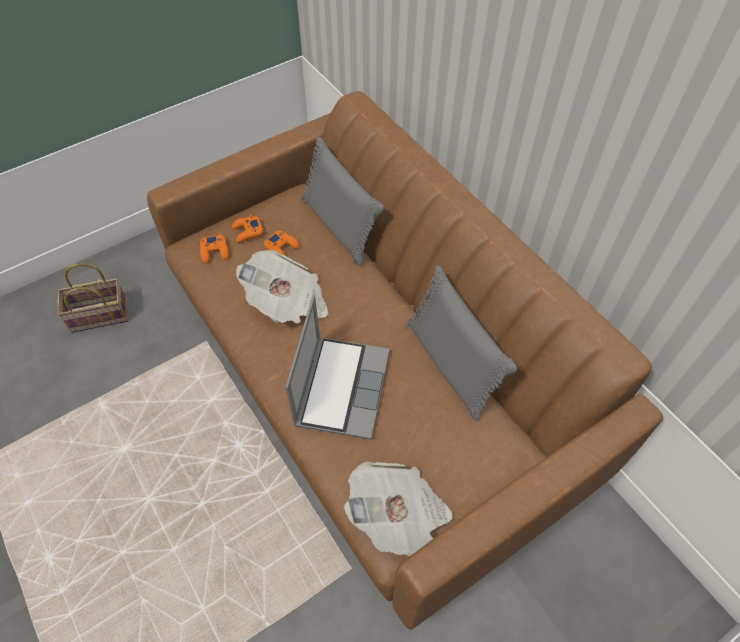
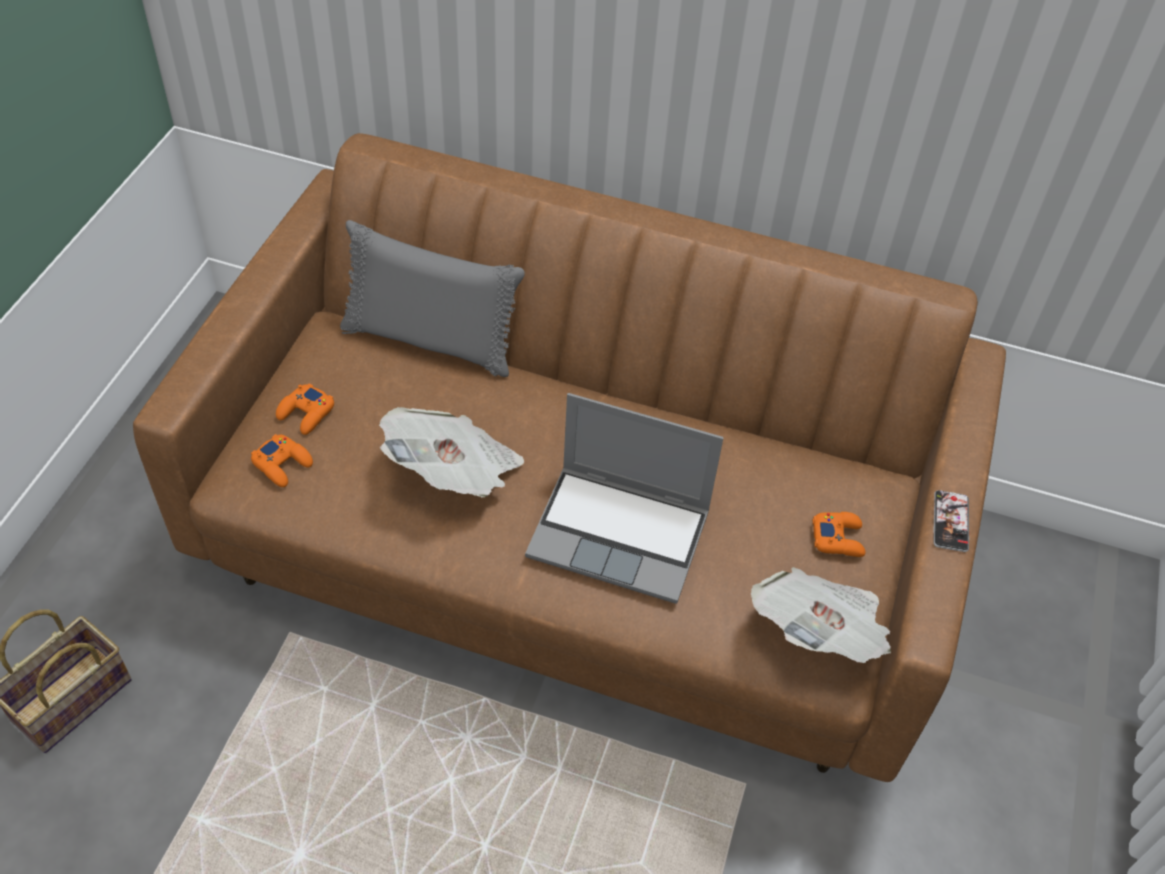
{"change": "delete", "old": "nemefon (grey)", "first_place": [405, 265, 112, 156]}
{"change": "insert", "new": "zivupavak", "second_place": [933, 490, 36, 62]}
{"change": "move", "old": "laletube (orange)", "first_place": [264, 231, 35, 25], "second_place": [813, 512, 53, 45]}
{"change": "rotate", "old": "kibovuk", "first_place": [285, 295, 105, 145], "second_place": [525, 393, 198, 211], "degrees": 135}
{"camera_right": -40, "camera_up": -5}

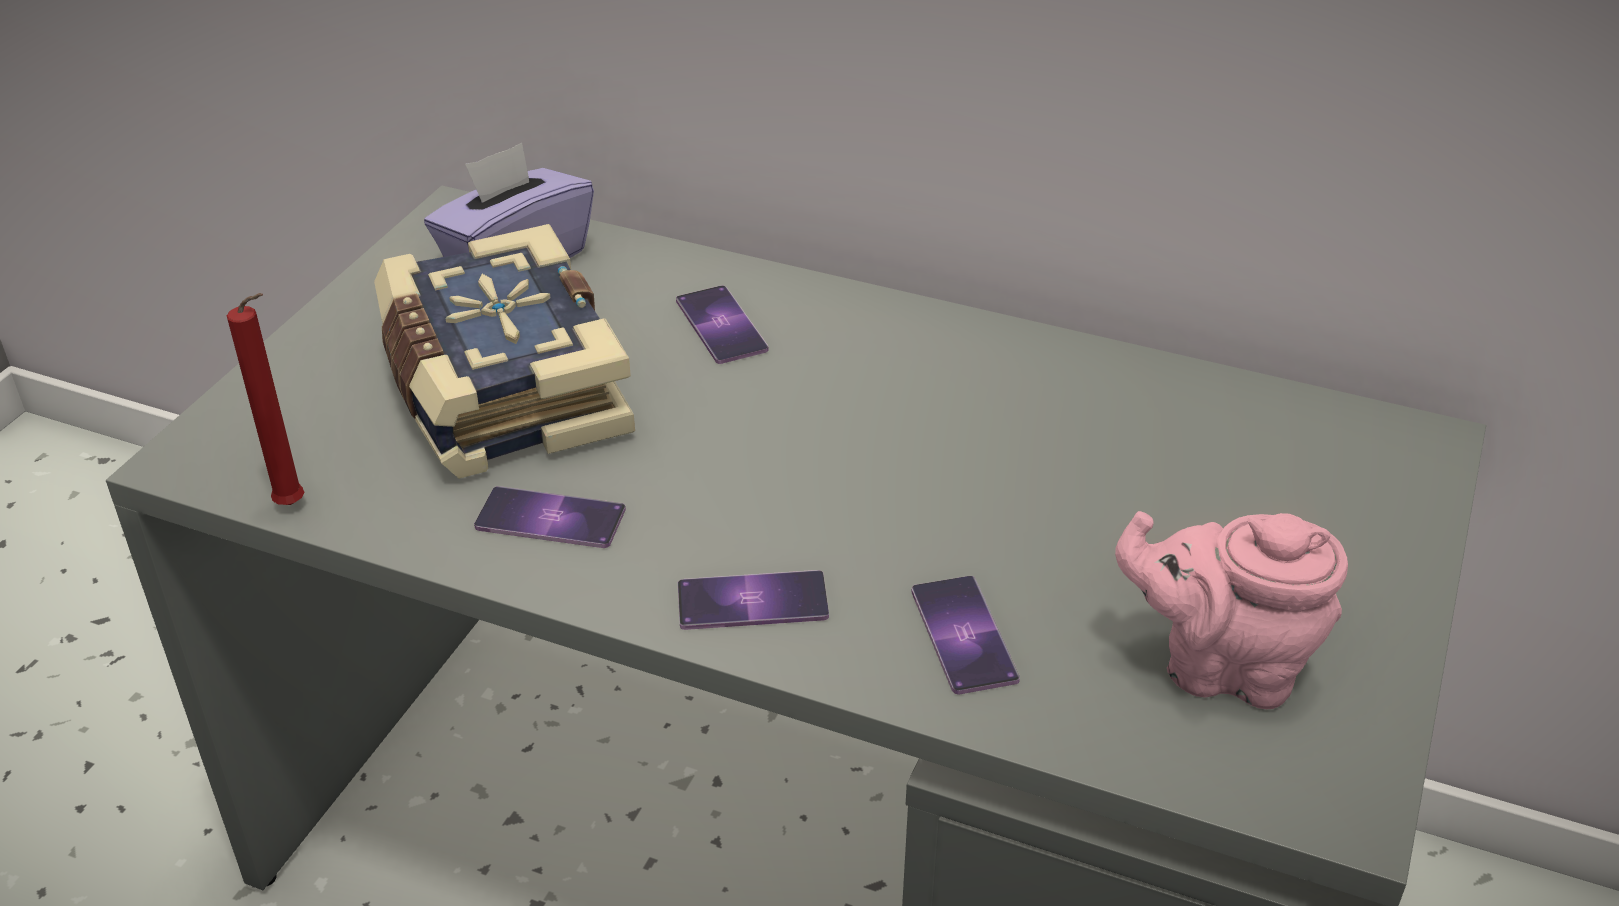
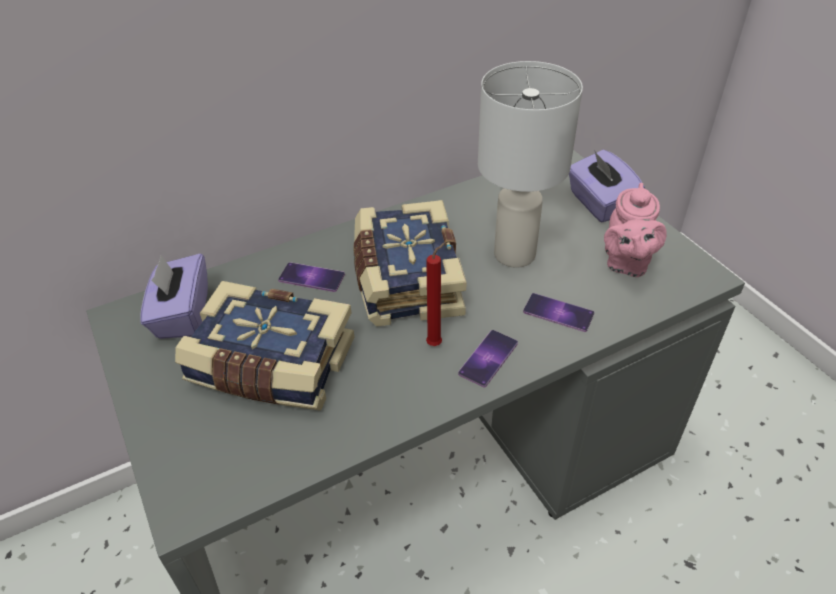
{"change": "delete", "old": "zivupavak", "first_place": [474, 486, 152, 62]}
{"change": "insert", "new": "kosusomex", "second_place": [353, 200, 114, 127]}
{"change": "insert", "new": "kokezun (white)", "second_place": [478, 61, 105, 207]}
{"change": "insert", "new": "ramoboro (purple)", "second_place": [569, 150, 76, 72]}
{"change": "move", "old": "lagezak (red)", "first_place": [227, 293, 77, 212], "second_place": [426, 242, 20, 104]}
{"change": "rotate", "old": "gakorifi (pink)", "first_place": [1115, 511, 233, 198], "second_place": [604, 183, 63, 94], "degrees": -45}
{"camera_right": -50, "camera_up": 5}

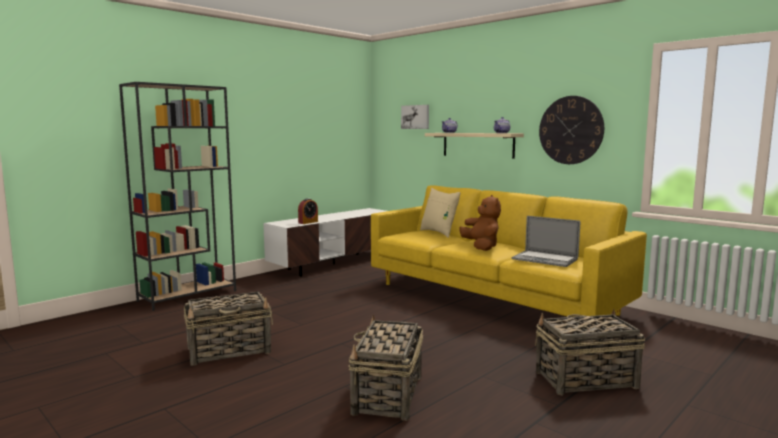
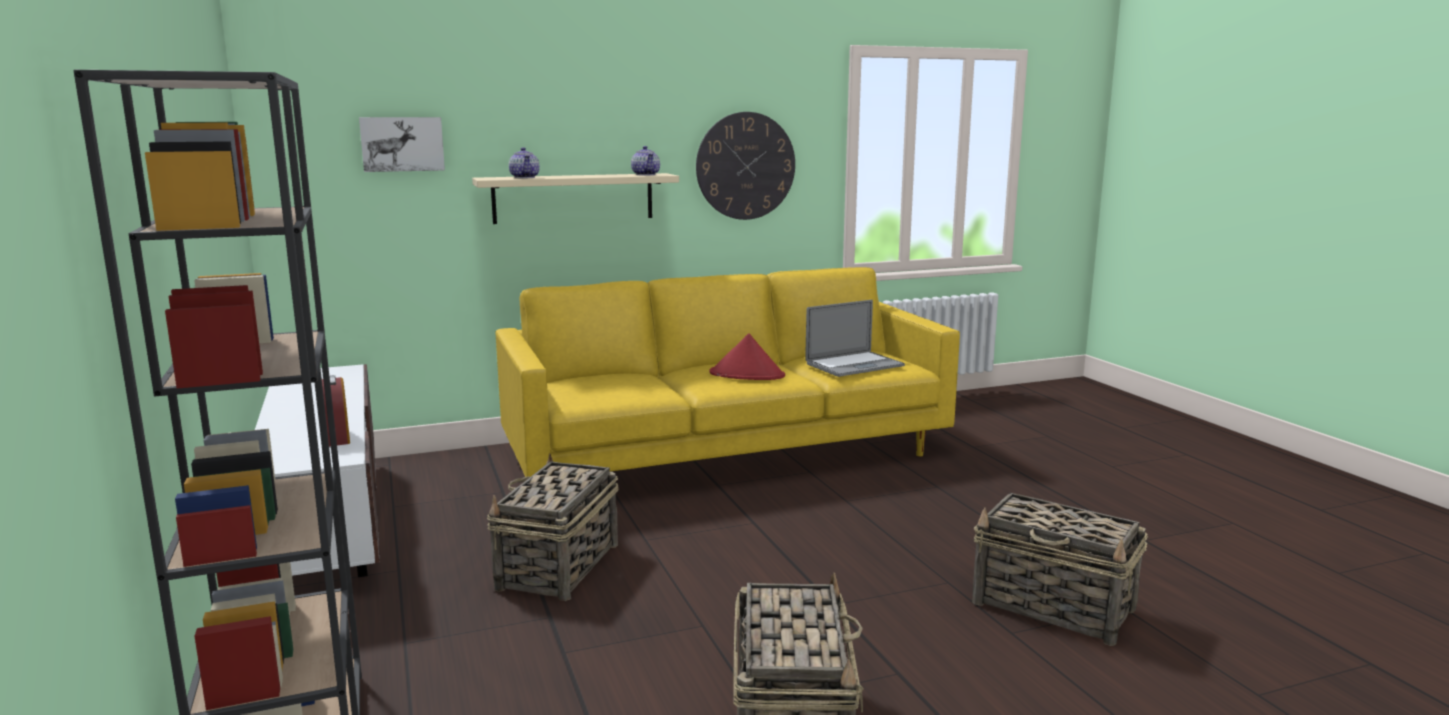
{"change": "delete", "old": "nemefon (beige)", "first_place": [420, 188, 40, 50]}
{"change": "move", "old": "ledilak", "first_place": [535, 309, 110, 87], "second_place": [487, 453, 132, 148]}
{"change": "replace", "old": "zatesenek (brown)", "new": "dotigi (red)", "first_place": [459, 195, 42, 56], "second_place": [709, 333, 76, 47]}
{"camera_right": -65, "camera_up": 5}

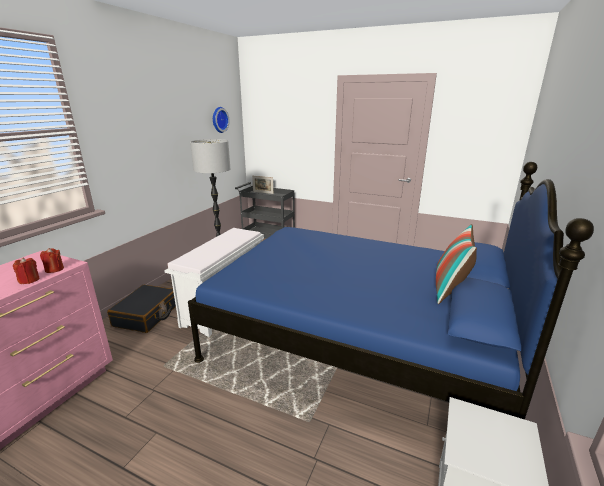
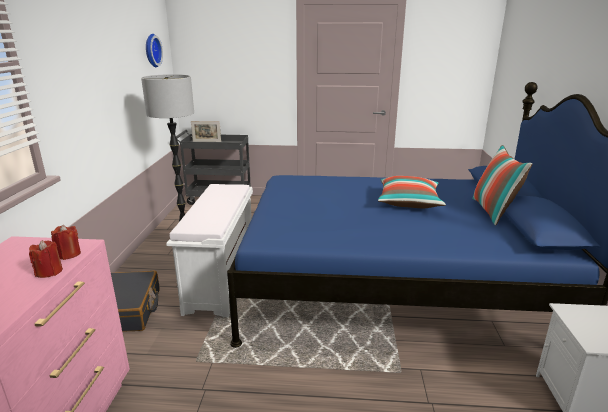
{"change": "insert", "new": "nemefon", "second_place": [378, 176, 68, 32]}
{"camera_right": -20, "camera_up": 0}

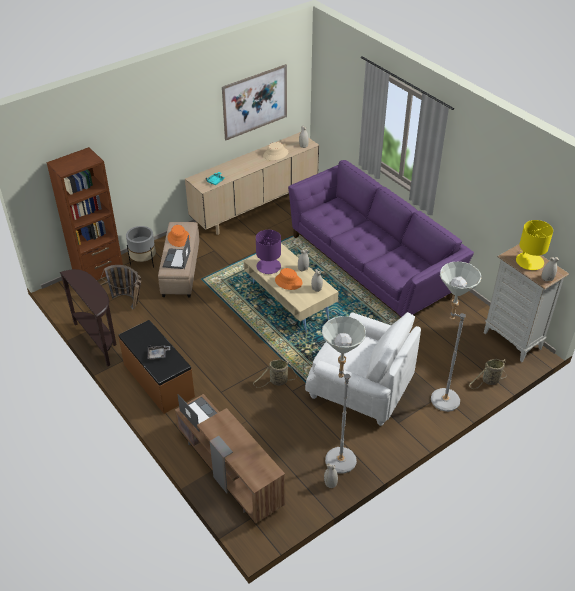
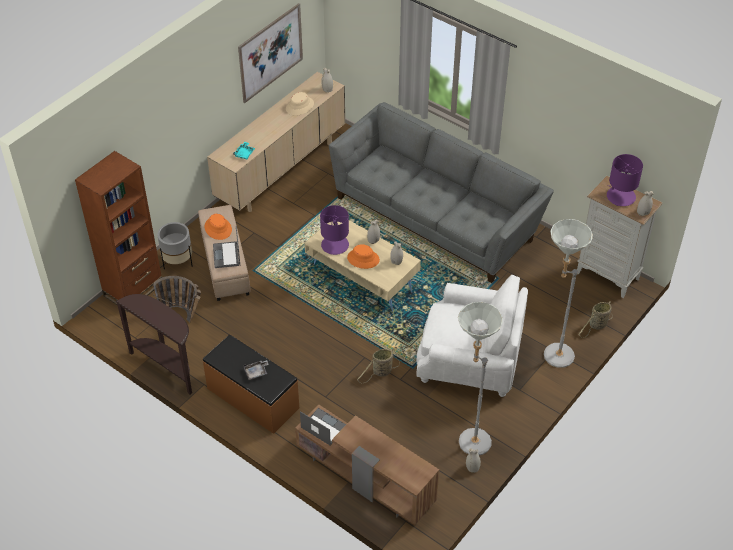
{"change": "recolor", "old": "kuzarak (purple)", "new": "kuzarak (grey)", "first_place": [288, 160, 186, 158], "second_place": [329, 102, 225, 181]}
{"change": "recolor", "old": "kokezun (yellow)", "new": "kokezun (purple)", "first_place": [516, 220, 37, 50], "second_place": [607, 154, 36, 52]}
{"camera_right": -15, "camera_up": 5}

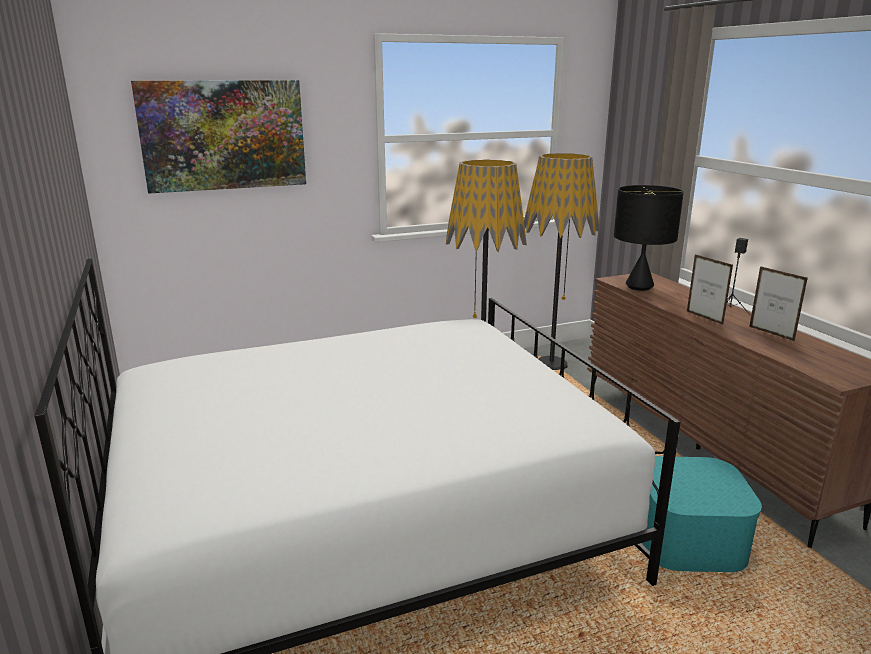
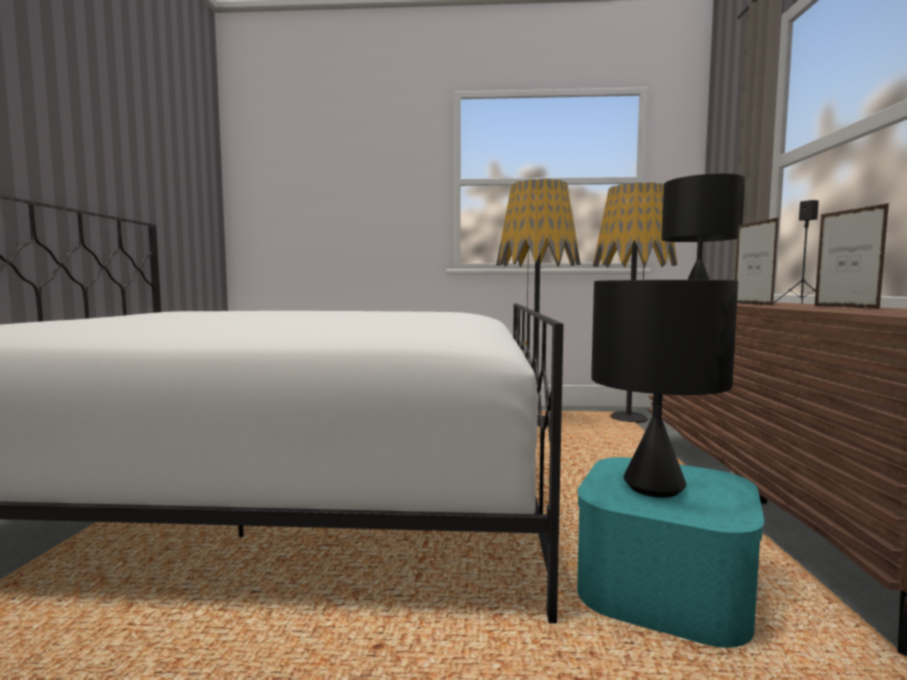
{"change": "delete", "old": "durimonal", "first_place": [131, 80, 175, 114]}
{"change": "insert", "new": "kokezun (black)", "second_place": [591, 280, 147, 218]}
{"camera_right": 25, "camera_up": -15}

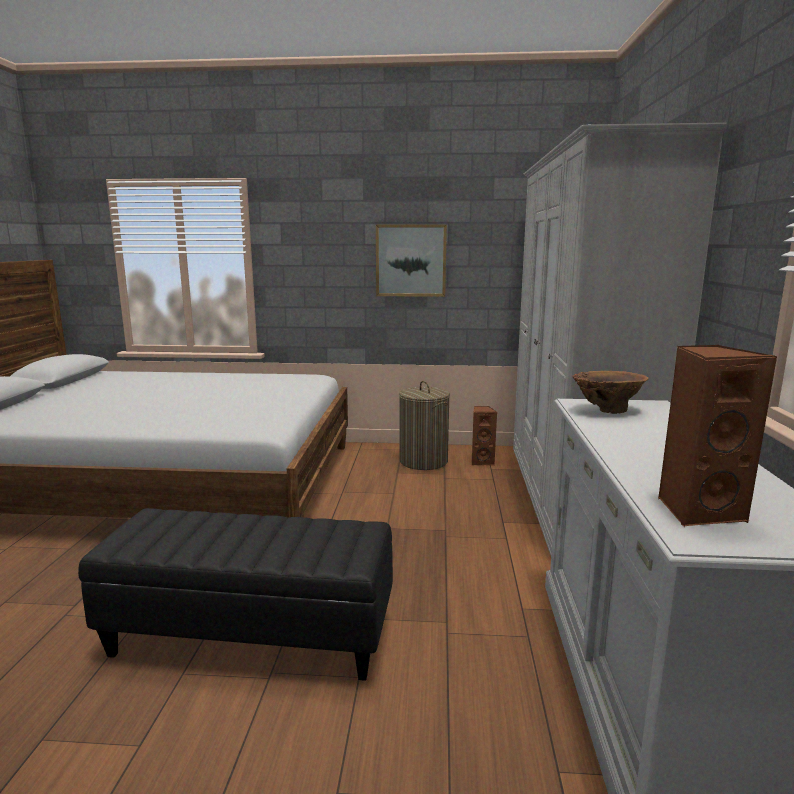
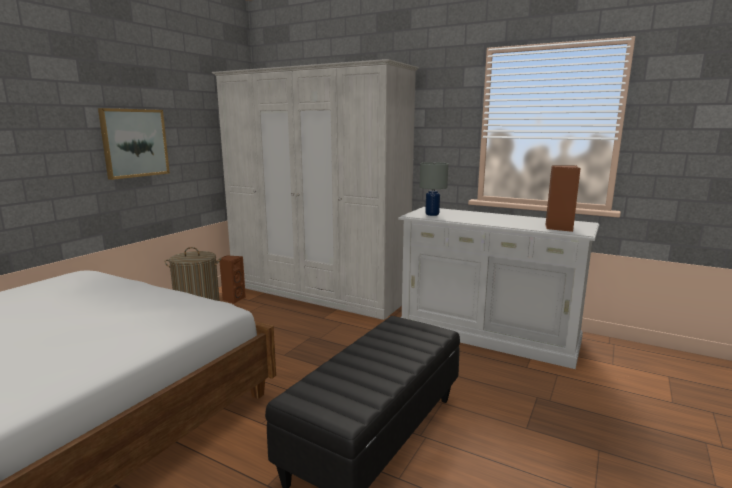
{"change": "replace", "old": "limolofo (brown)", "new": "kokezun (grey)", "first_place": [573, 371, 75, 43], "second_place": [419, 162, 29, 54]}
{"camera_right": -65, "camera_up": 0}

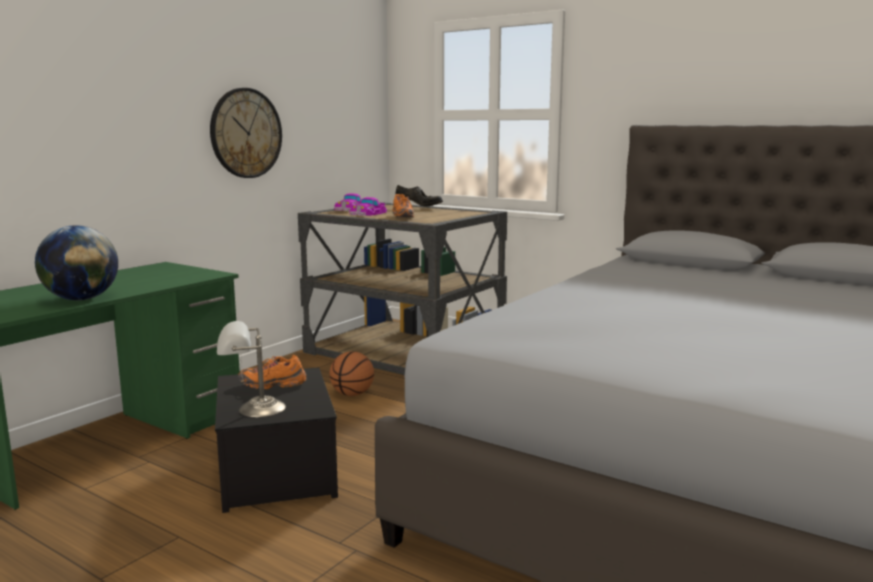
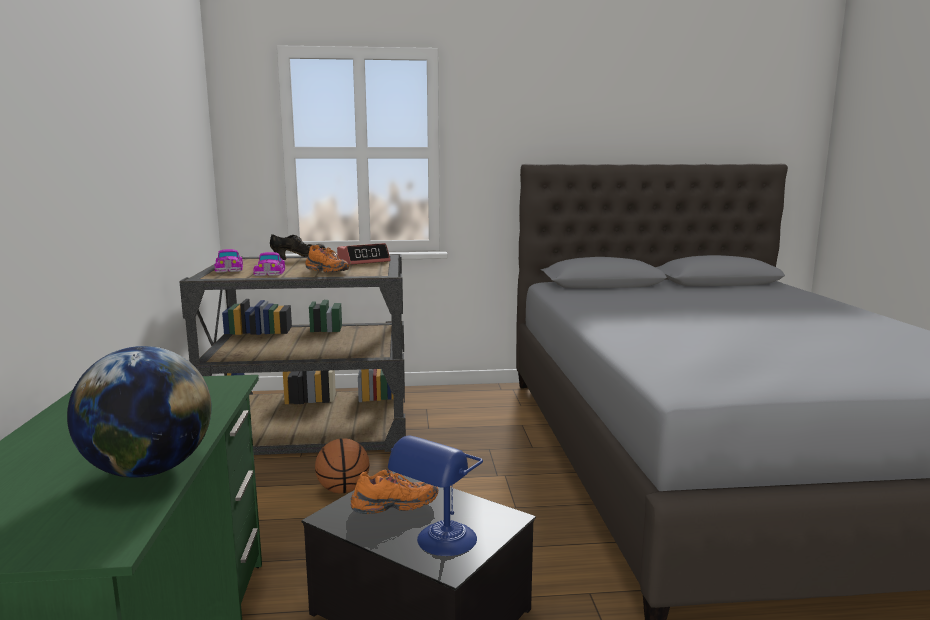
{"change": "delete", "old": "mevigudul", "first_place": [210, 88, 72, 90]}
{"change": "insert", "new": "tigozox", "second_place": [337, 243, 53, 22]}
{"change": "recolor", "old": "kokezun (white)", "new": "kokezun (blue)", "first_place": [217, 321, 69, 96], "second_place": [388, 435, 95, 121]}
{"change": "rotate", "old": "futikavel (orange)", "first_place": [238, 355, 69, 34], "second_place": [351, 470, 88, 44], "degrees": -150}
{"camera_right": -40, "camera_up": 0}

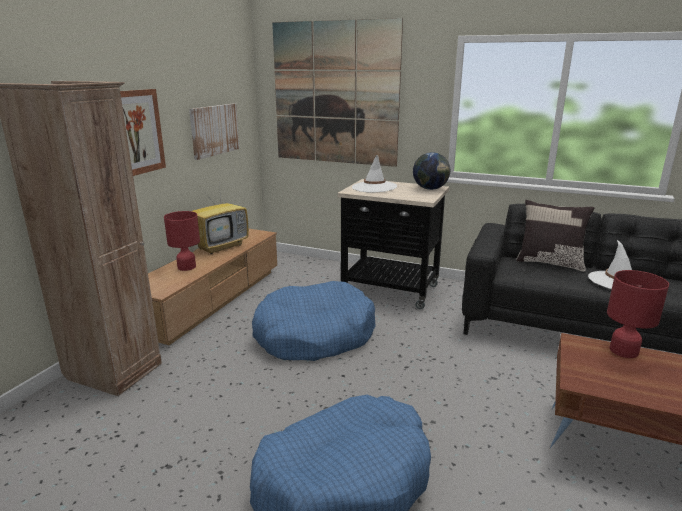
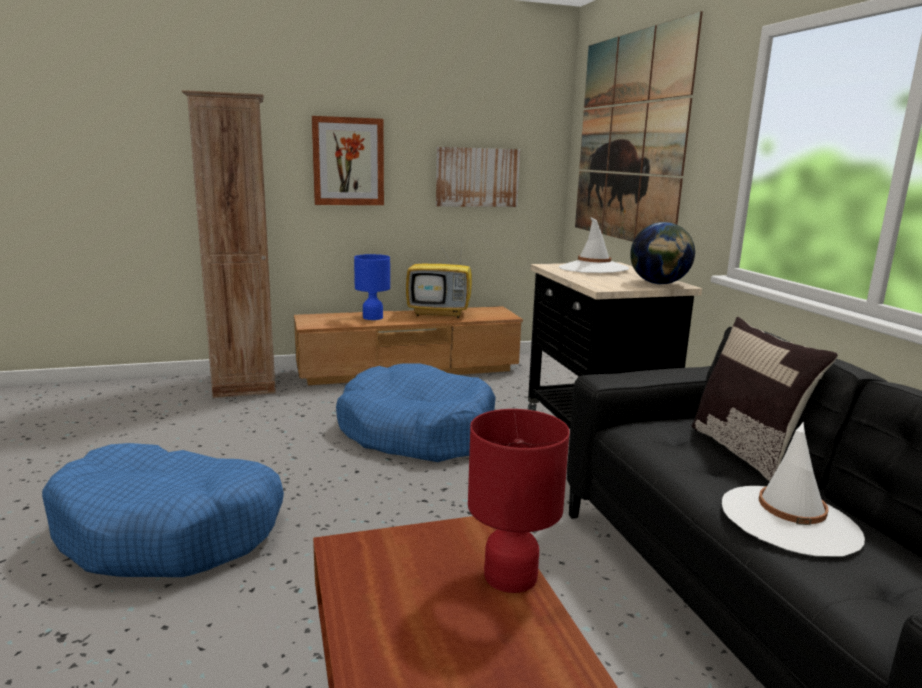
{"change": "recolor", "old": "kokezun (red)", "new": "kokezun (blue)", "first_place": [164, 211, 36, 60], "second_place": [354, 254, 36, 66]}
{"camera_right": 50, "camera_up": -5}

